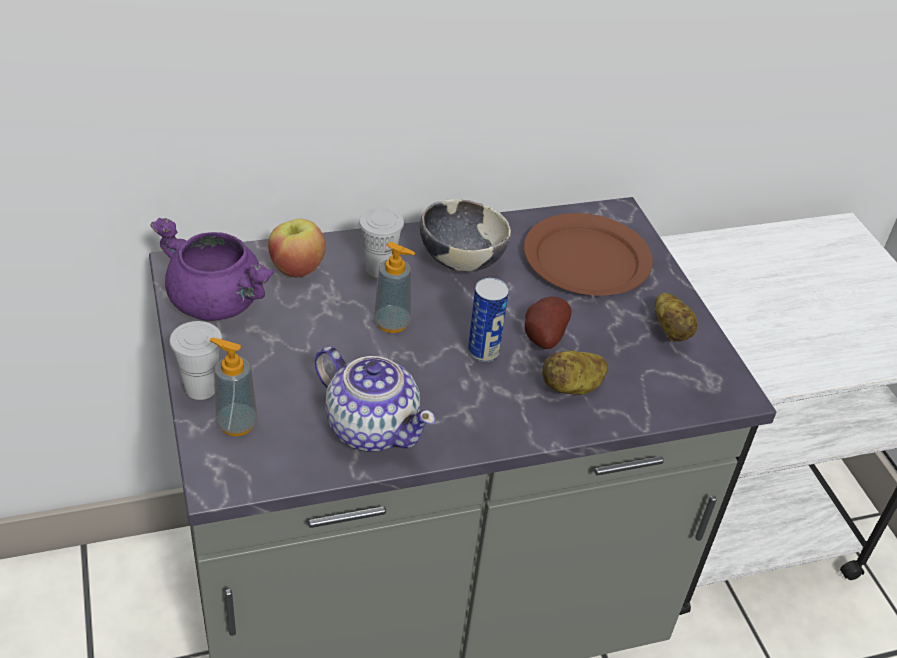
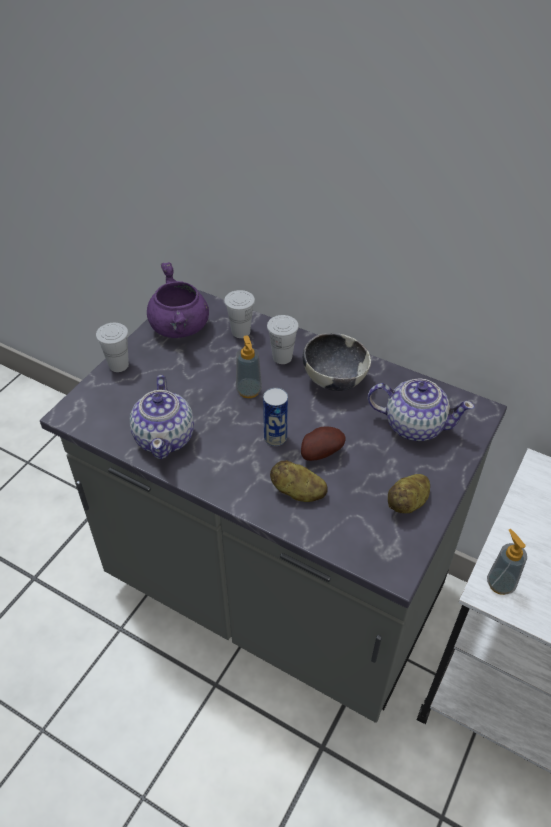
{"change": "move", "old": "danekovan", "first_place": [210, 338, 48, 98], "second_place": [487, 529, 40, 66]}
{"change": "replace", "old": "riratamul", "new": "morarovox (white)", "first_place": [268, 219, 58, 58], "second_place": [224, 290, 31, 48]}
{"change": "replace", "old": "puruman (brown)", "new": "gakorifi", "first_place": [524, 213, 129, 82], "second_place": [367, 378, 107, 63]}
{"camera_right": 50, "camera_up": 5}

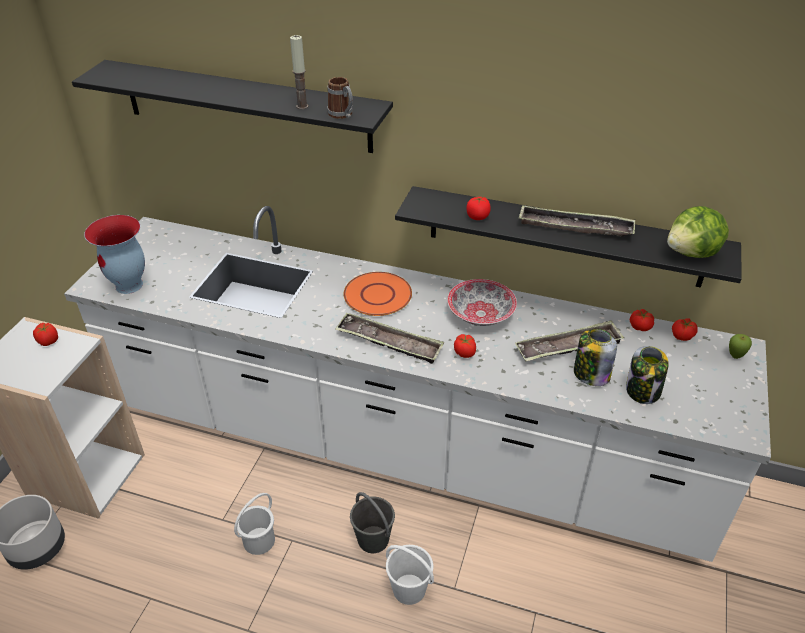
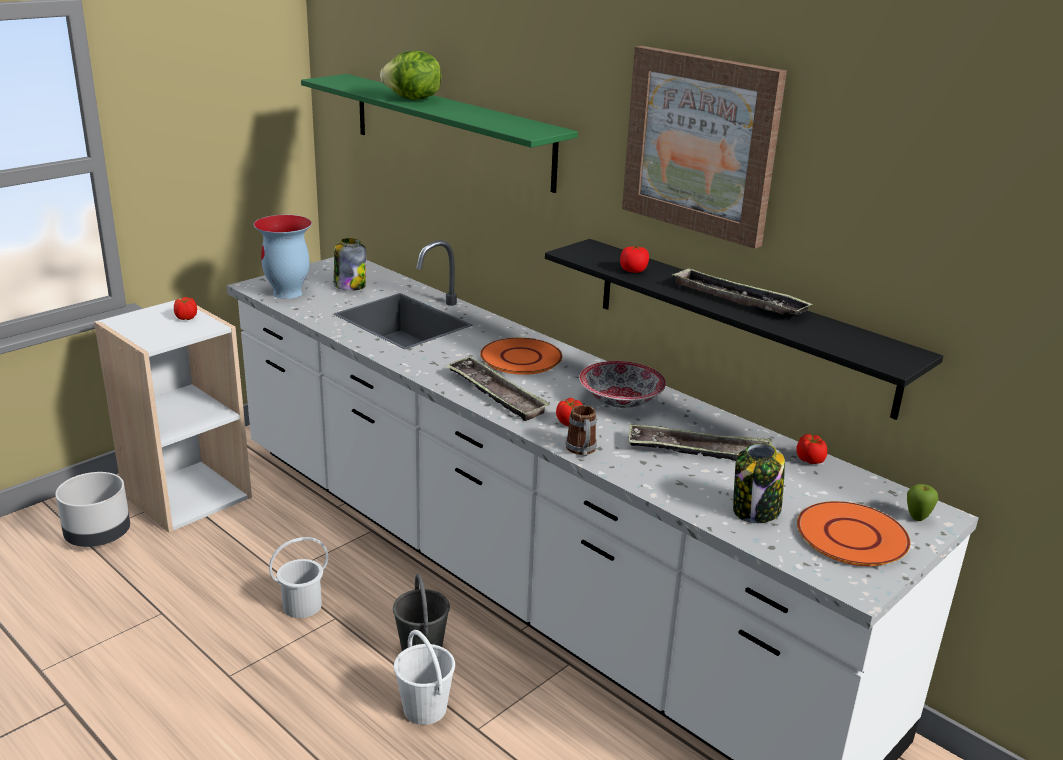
{"change": "delete", "old": "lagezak", "first_place": [290, 35, 19, 74]}
{"change": "delete", "old": "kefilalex", "first_place": [672, 318, 26, 23]}
{"change": "insert", "new": "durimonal", "second_place": [622, 46, 165, 203]}
{"change": "insert", "new": "puruman (orange)", "second_place": [797, 501, 113, 65]}
{"change": "move", "old": "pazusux", "first_place": [327, 77, 26, 42], "second_place": [566, 405, 31, 51]}
{"change": "move", "old": "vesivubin", "first_place": [574, 329, 43, 57], "second_place": [334, 238, 32, 53]}
{"change": "move", "old": "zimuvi", "first_place": [667, 206, 62, 52], "second_place": [380, 51, 62, 49]}
{"change": "recolor", "old": "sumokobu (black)", "new": "sumokobu (green)", "first_place": [72, 60, 321, 93], "second_place": [301, 74, 277, 119]}
{"camera_right": 25, "camera_up": -15}

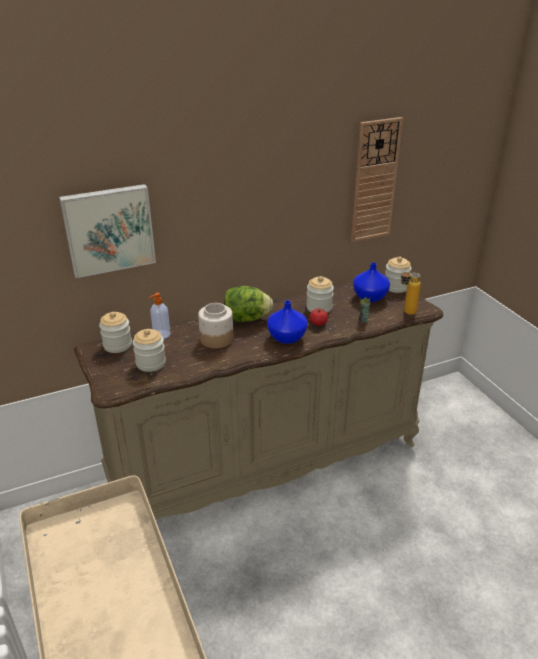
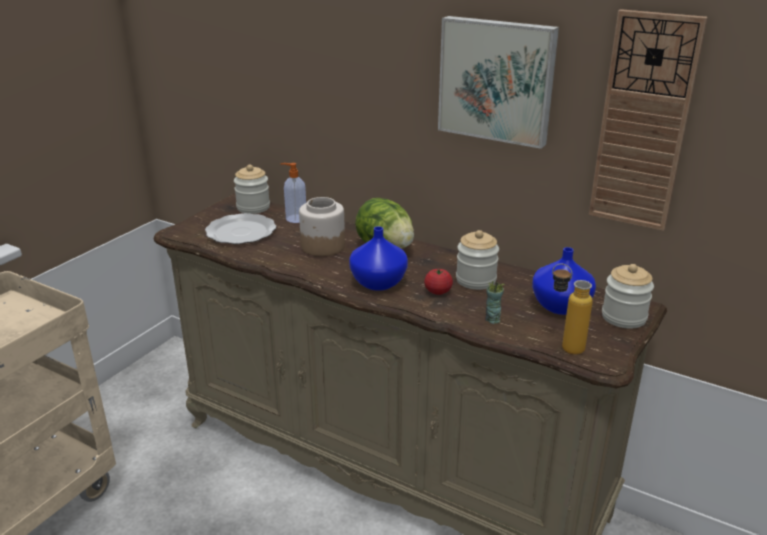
{"change": "move", "old": "durimonal", "first_place": [59, 184, 97, 94], "second_place": [438, 16, 121, 133]}
{"change": "replace", "old": "vesivubin", "new": "puruman", "first_place": [133, 329, 33, 43], "second_place": [205, 213, 71, 31]}
{"camera_right": 55, "camera_up": -5}

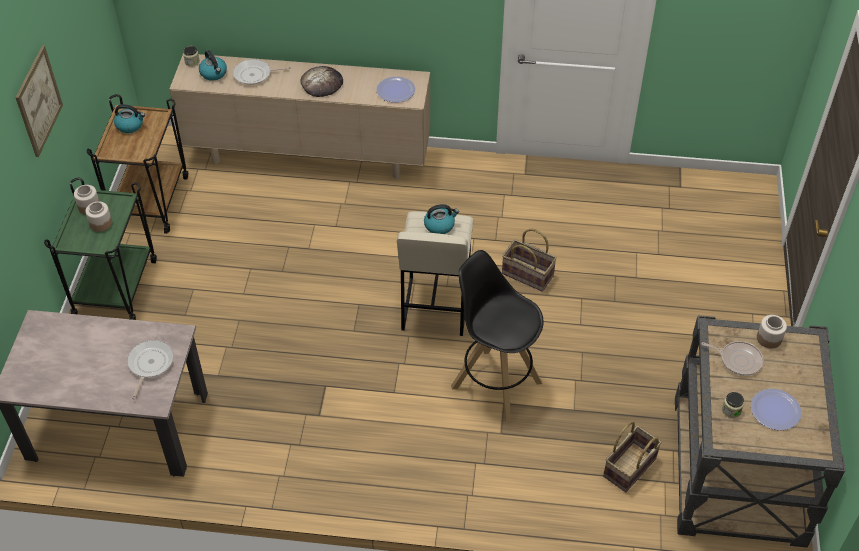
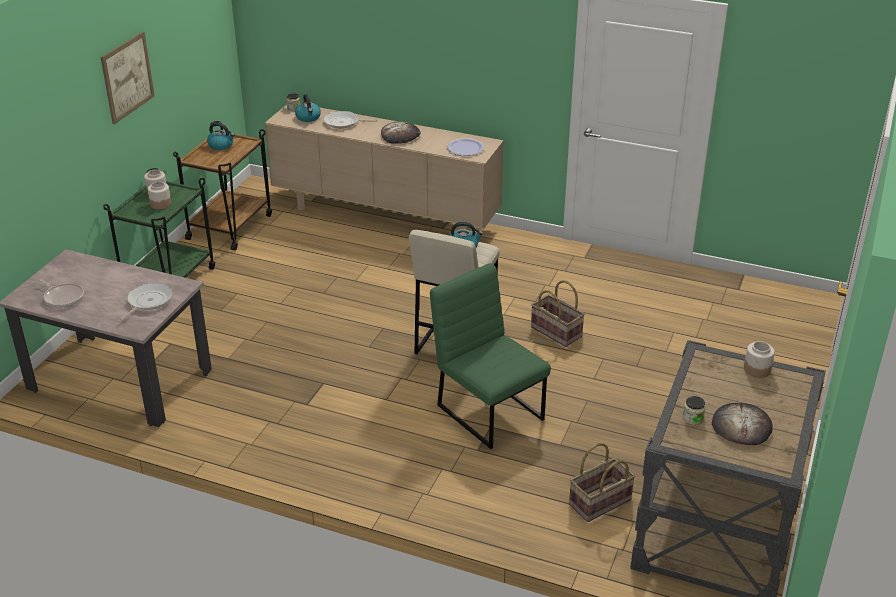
{"change": "move", "old": "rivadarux", "first_place": [702, 341, 62, 35], "second_place": [39, 279, 45, 29]}
{"change": "replace", "old": "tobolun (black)", "new": "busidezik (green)", "first_place": [451, 250, 93, 172], "second_place": [430, 263, 121, 186]}
{"change": "replace", "old": "puruman", "new": "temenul", "first_place": [751, 389, 50, 41], "second_place": [712, 403, 61, 42]}
{"camera_right": 15, "camera_up": -15}

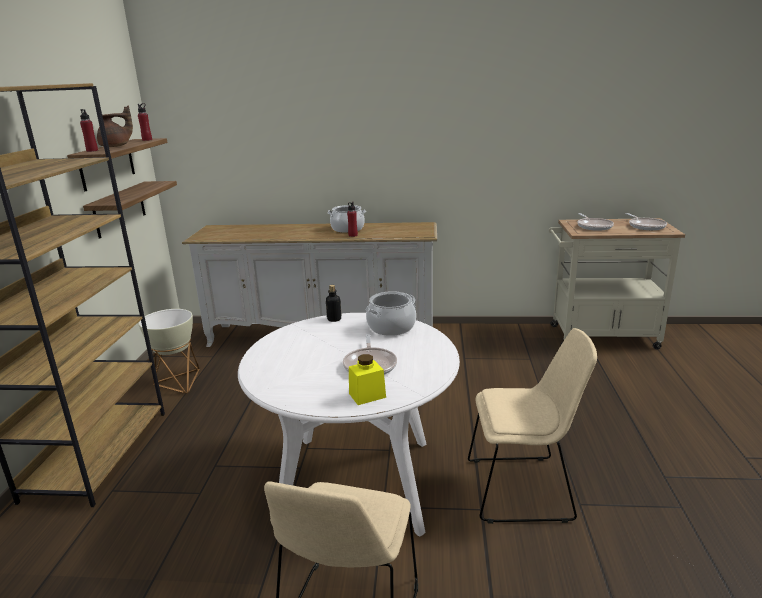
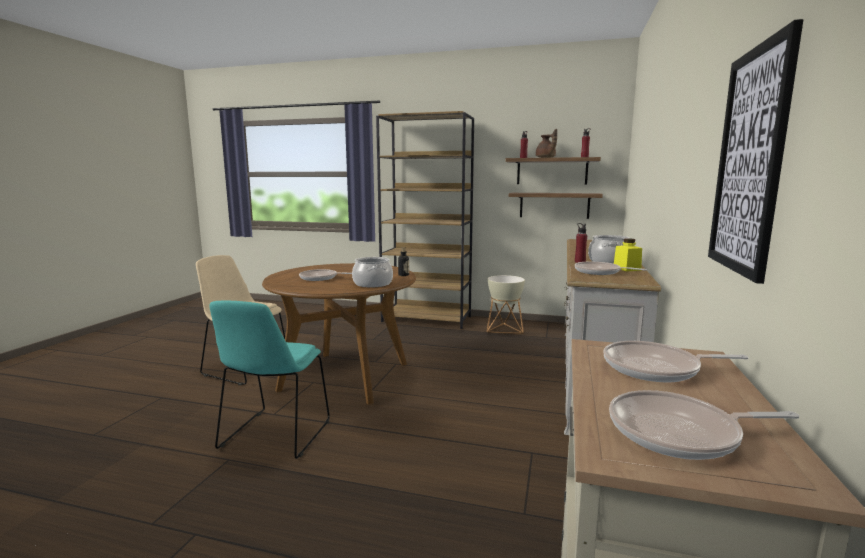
{"change": "insert", "new": "rivadarux", "second_place": [575, 262, 72, 13]}
{"change": "insert", "new": "durimonal", "second_place": [708, 19, 96, 265]}
{"change": "move", "old": "vesivubin (yellow)", "first_place": [349, 354, 37, 51], "second_place": [614, 238, 28, 33]}
{"change": "recolor", "old": "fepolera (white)", "new": "fepolera (brown)", "first_place": [238, 313, 222, 223], "second_place": [262, 263, 154, 142]}
{"change": "recolor", "old": "busidezik (beige)", "new": "busidezik (turquoise)", "first_place": [468, 328, 129, 196], "second_place": [210, 301, 120, 158]}
{"camera_right": 100, "camera_up": -10}

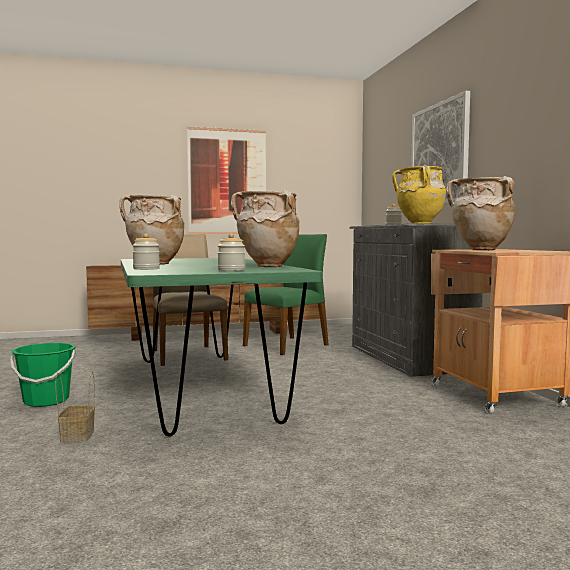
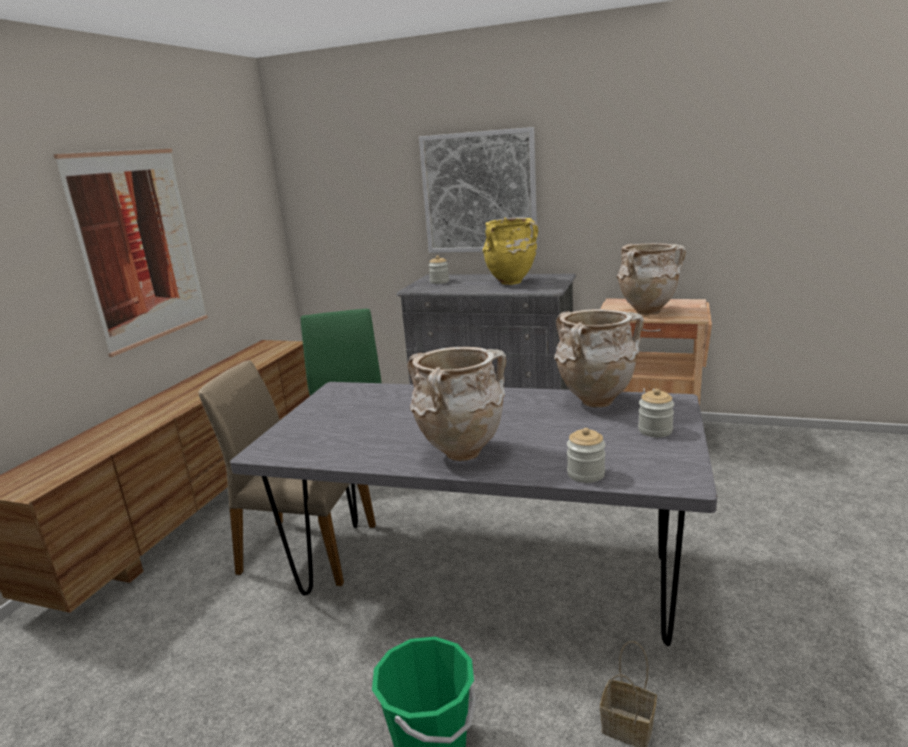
{"change": "recolor", "old": "fepolera (green)", "new": "fepolera (grey)", "first_place": [121, 258, 202, 179], "second_place": [230, 382, 487, 264]}
{"camera_right": -55, "camera_up": 15}

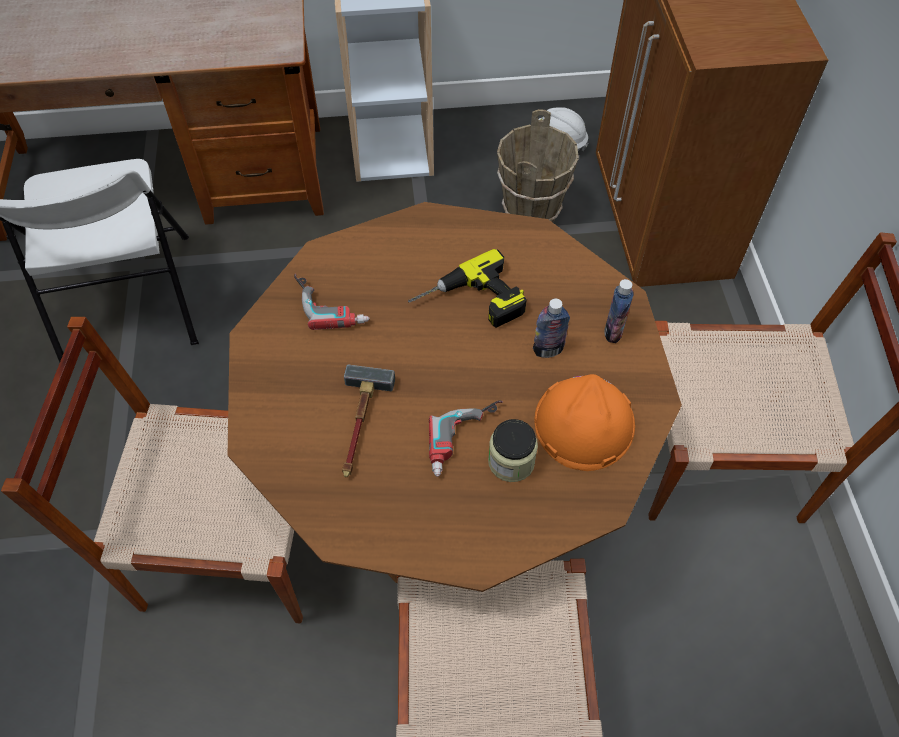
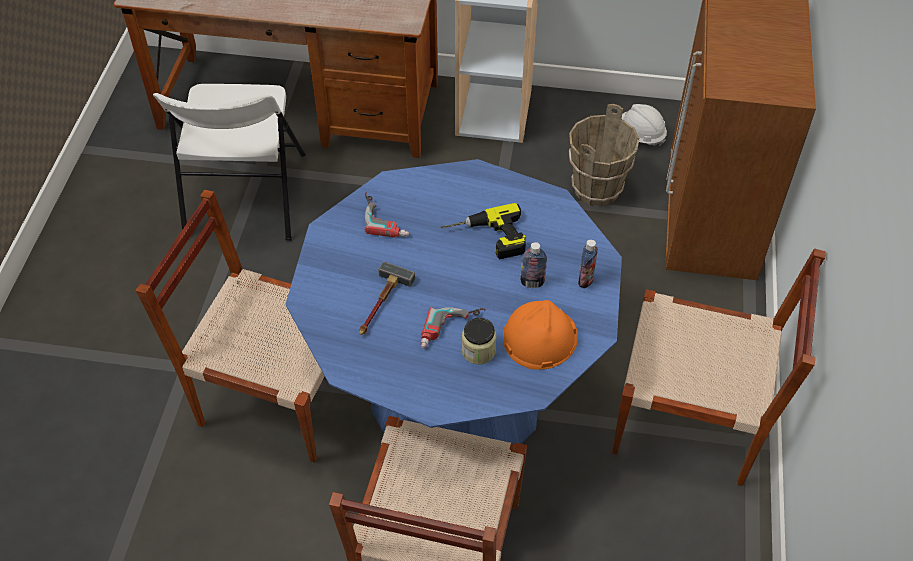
{"change": "recolor", "old": "fepolera (brown)", "new": "fepolera (blue)", "first_place": [228, 202, 454, 391], "second_place": [286, 159, 336, 309]}
{"camera_right": 15, "camera_up": -5}

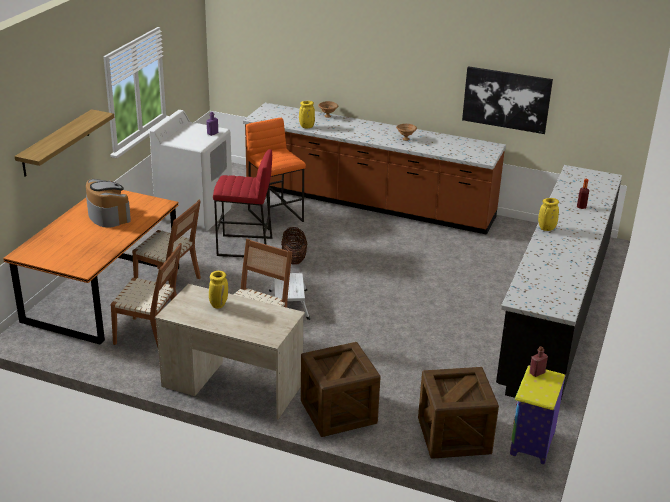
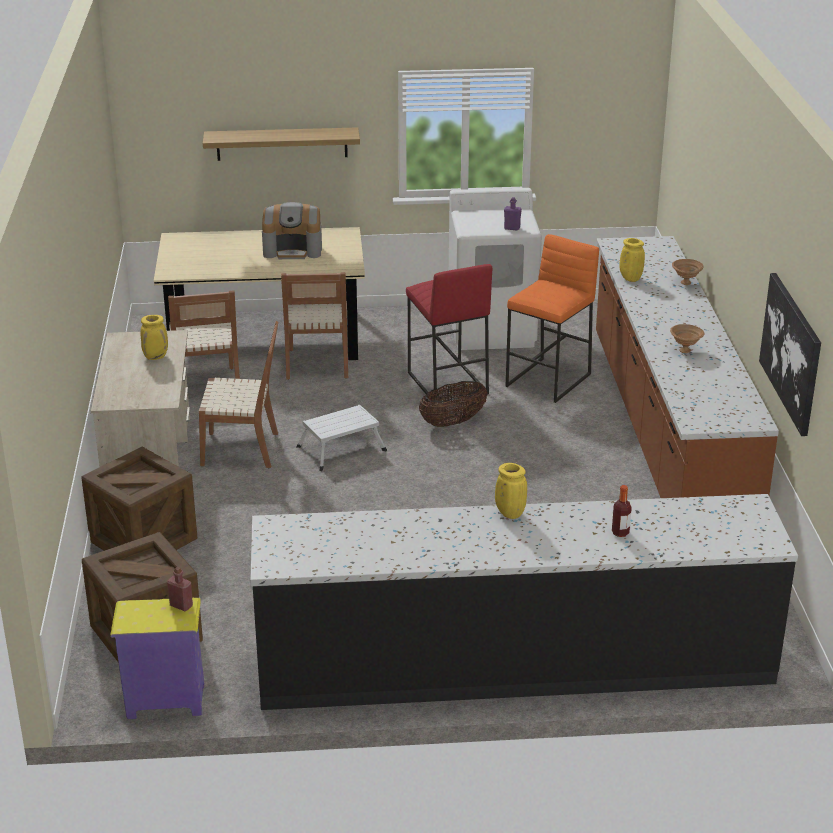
{"change": "recolor", "old": "fepolera (orange)", "new": "fepolera (beige)", "first_place": [3, 190, 176, 154], "second_place": [154, 227, 211, 133]}
{"change": "rotate", "old": "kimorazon", "first_place": [86, 179, 45, 49], "second_place": [262, 202, 60, 57], "degrees": 60}
{"camera_right": 65, "camera_up": 0}

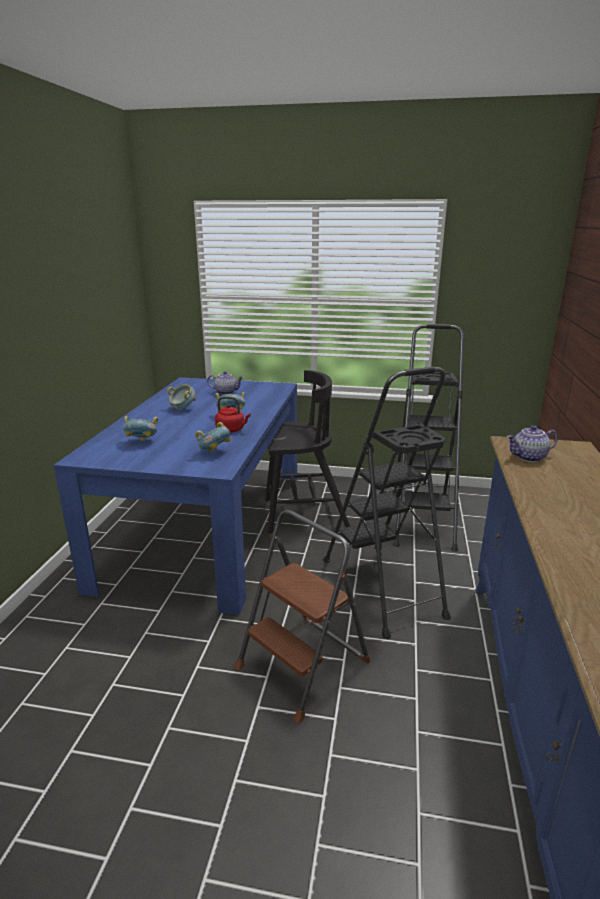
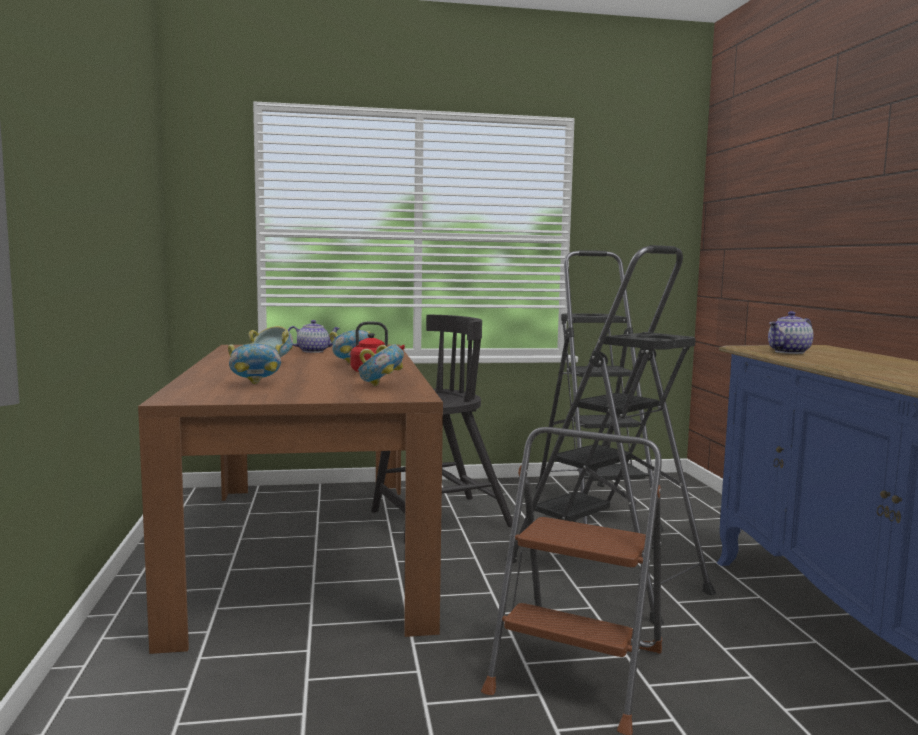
{"change": "recolor", "old": "fepolera (blue)", "new": "fepolera (brown)", "first_place": [53, 377, 244, 238], "second_place": [138, 344, 305, 310]}
{"camera_right": -20, "camera_up": -15}

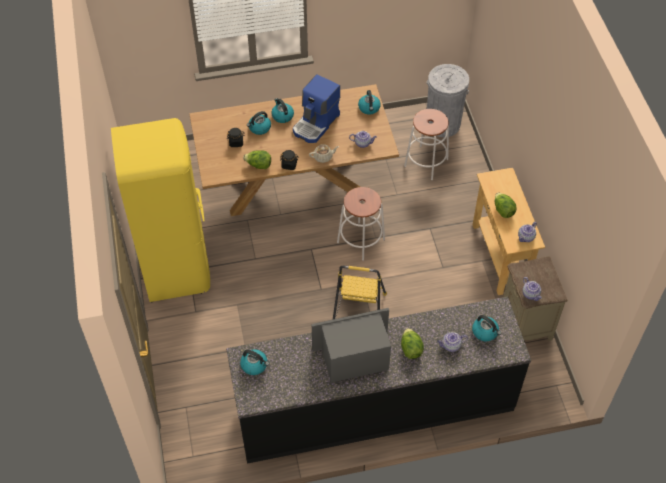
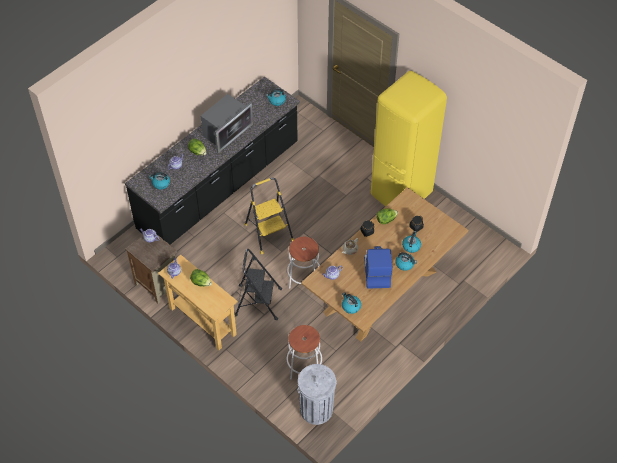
{"change": "insert", "new": "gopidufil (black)", "second_place": [235, 249, 47, 71]}
{"camera_right": 145, "camera_up": 0}

